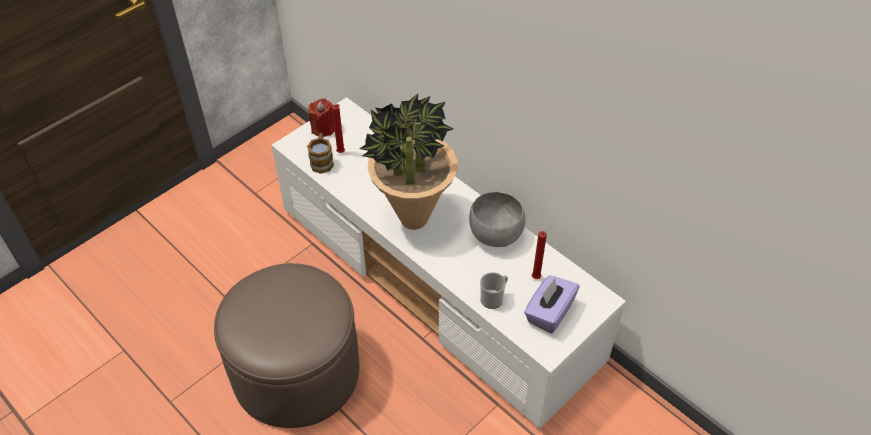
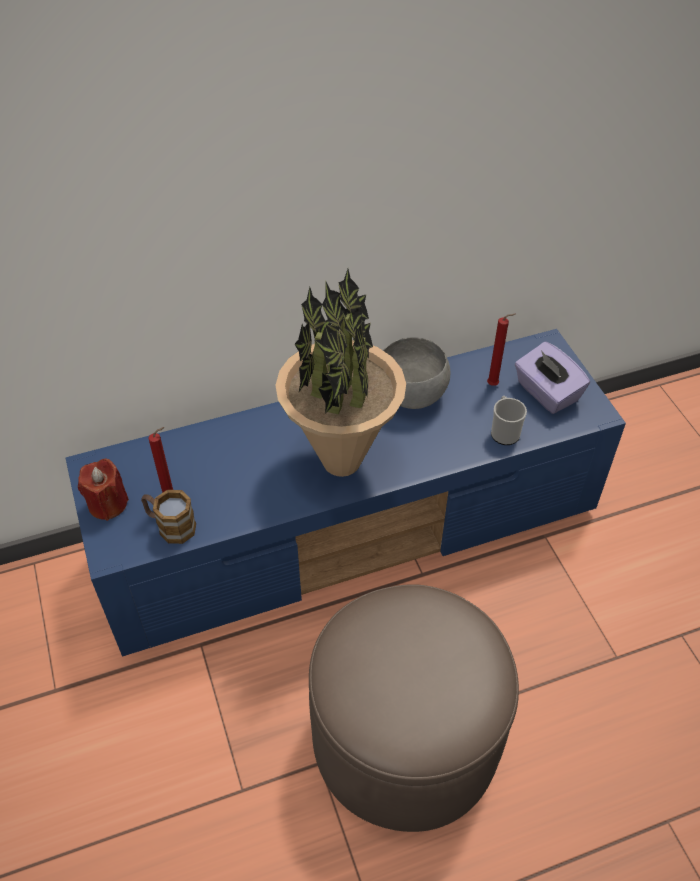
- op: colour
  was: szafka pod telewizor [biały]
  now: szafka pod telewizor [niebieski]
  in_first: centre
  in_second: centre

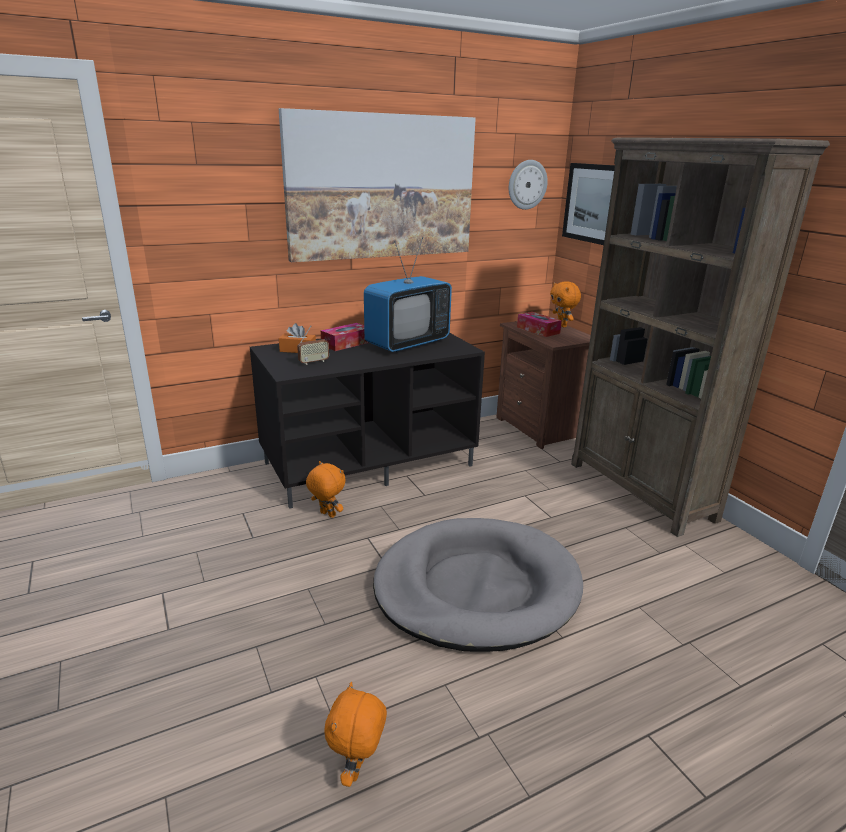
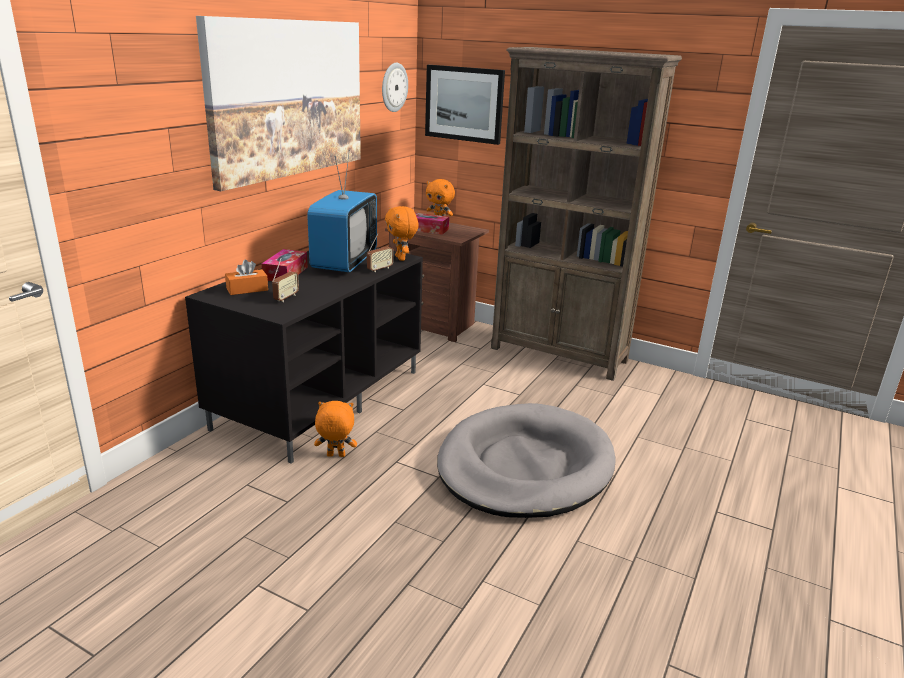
- op: relocated
  was: pluszak [pomarańczowy] (no. 2 from left)
  in_first: bottom centre
  in_second: centre
- op: appeared
  now: radio (no. 2 from left)
  in_second: centre

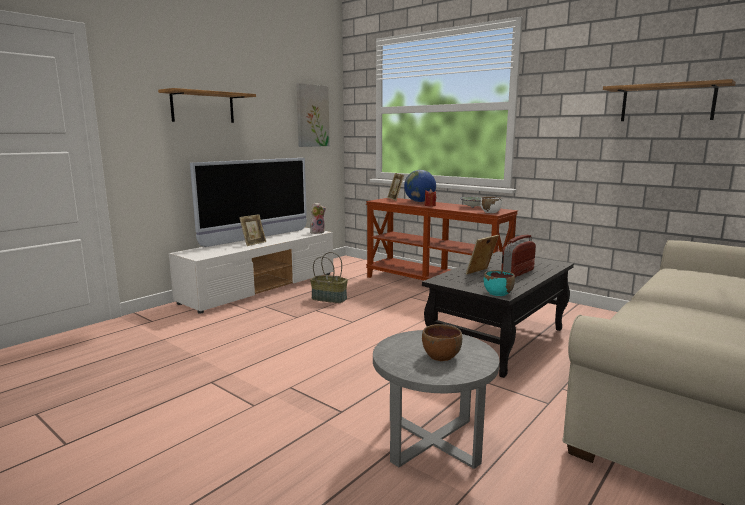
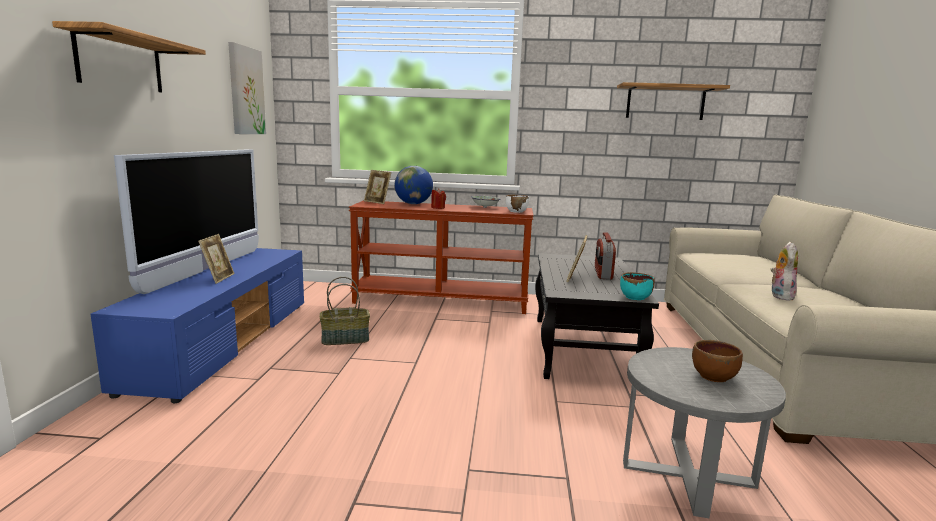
- op: relocated
  was: pluszak
  in_first: centre
  in_second: middle right
- op: colour
  was: szafka pod telewizor [biały]
  now: szafka pod telewizor [niebieski]
  in_first: centre
  in_second: middle left

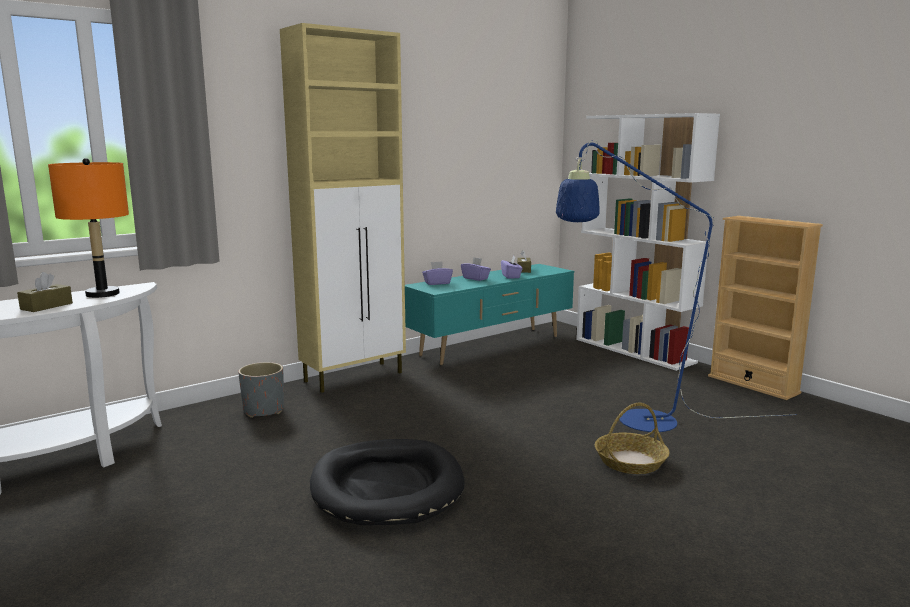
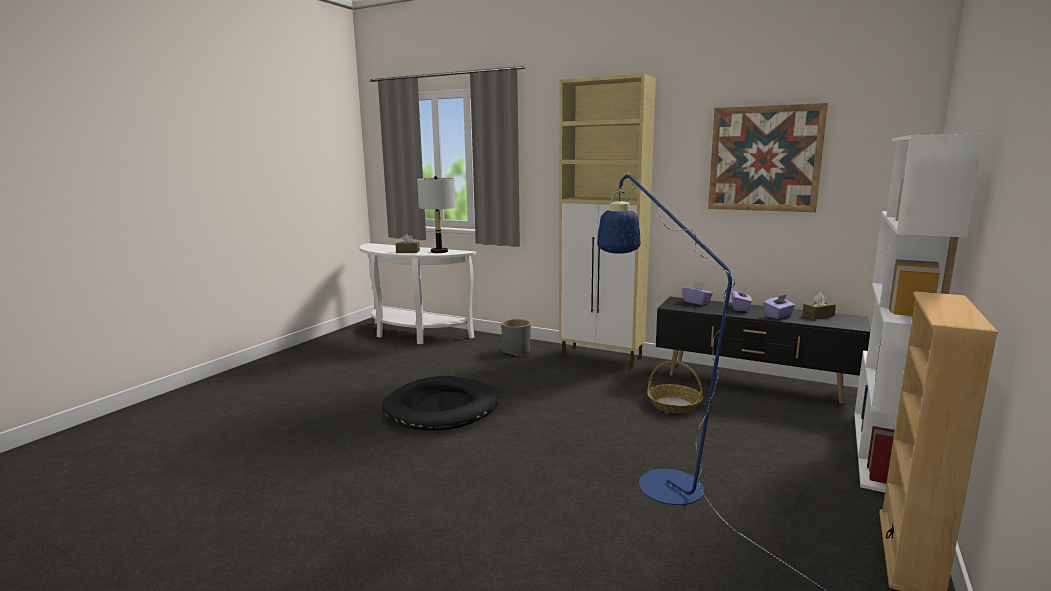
- op: colour
  was: lampa stołowa [pomarańczowy]
  now: lampa stołowa [szary]
  in_first: middle left
  in_second: centre
- op: colour
  was: szafka pod telewizor [turkusowy]
  now: szafka pod telewizor [czarny]
  in_first: centre
  in_second: middle right
- op: relocated
  was: koszyk
  in_first: bottom right
  in_second: centre
- op: appeared
  now: obraz
  in_second: top right

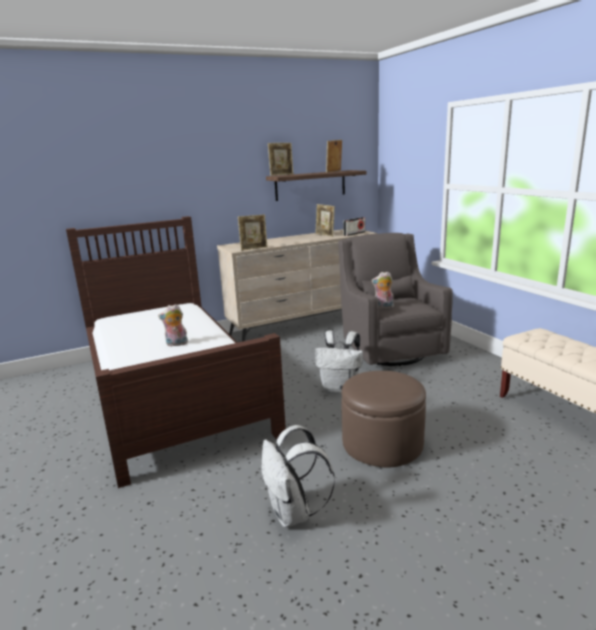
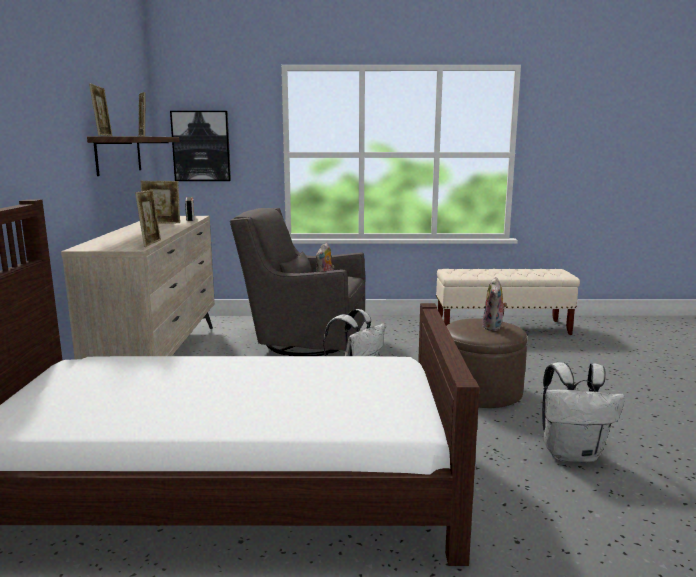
- op: relocated
  was: pluszak (no. 1 from left in the first image)
  now: pluszak (no. 2 from left)
  in_first: middle left
  in_second: middle right
- op: appeared
  now: obraz
  in_second: top left

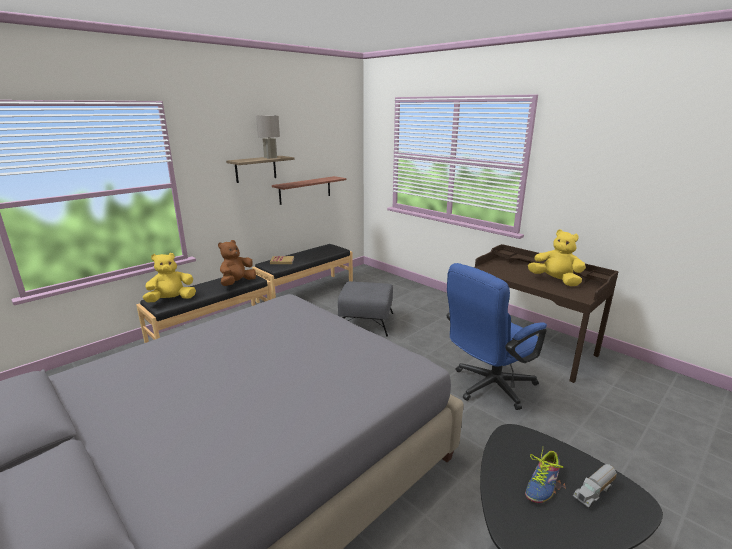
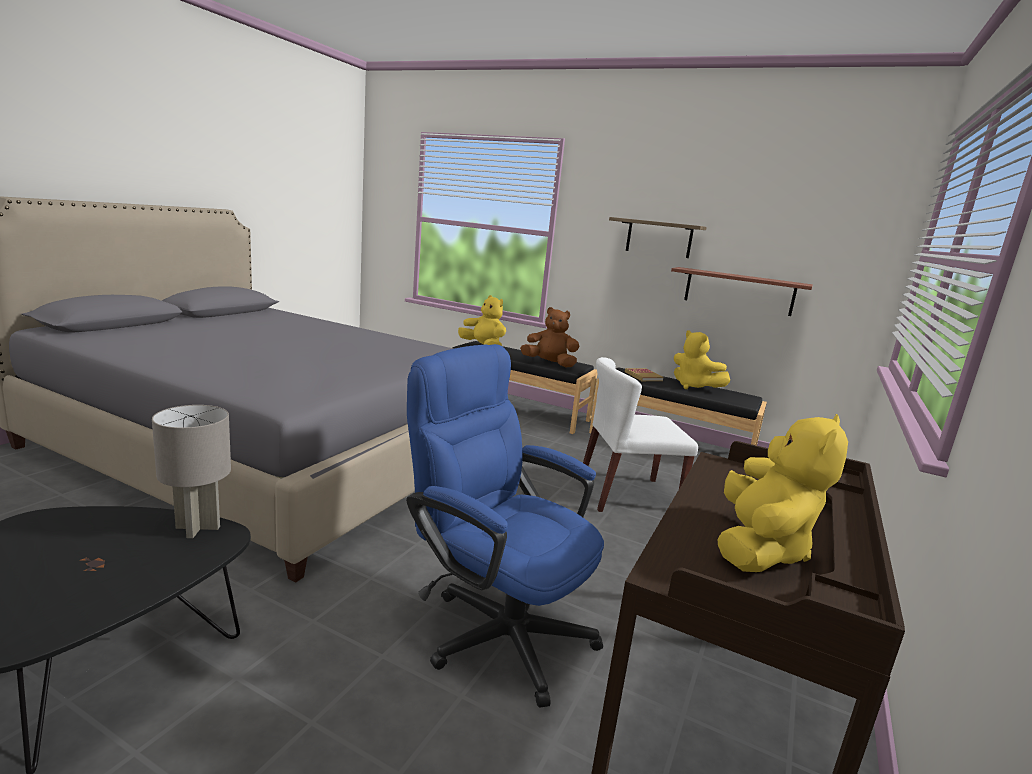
- op: relocated
  was: lampa stołowa [szary]
  in_first: top centre
  in_second: middle left
- op: exchanged
  was: pufa [szary]
  now: krzesło [biały]
  in_first: centre
  in_second: centre
- op: missing
  was: but
  in_first: bottom right
- op: missing
  was: ciężarówka zabawkowa
  in_first: bottom right
- op: appeared
  now: pluszak [żółty] (no. 2 from left)
  in_second: middle right

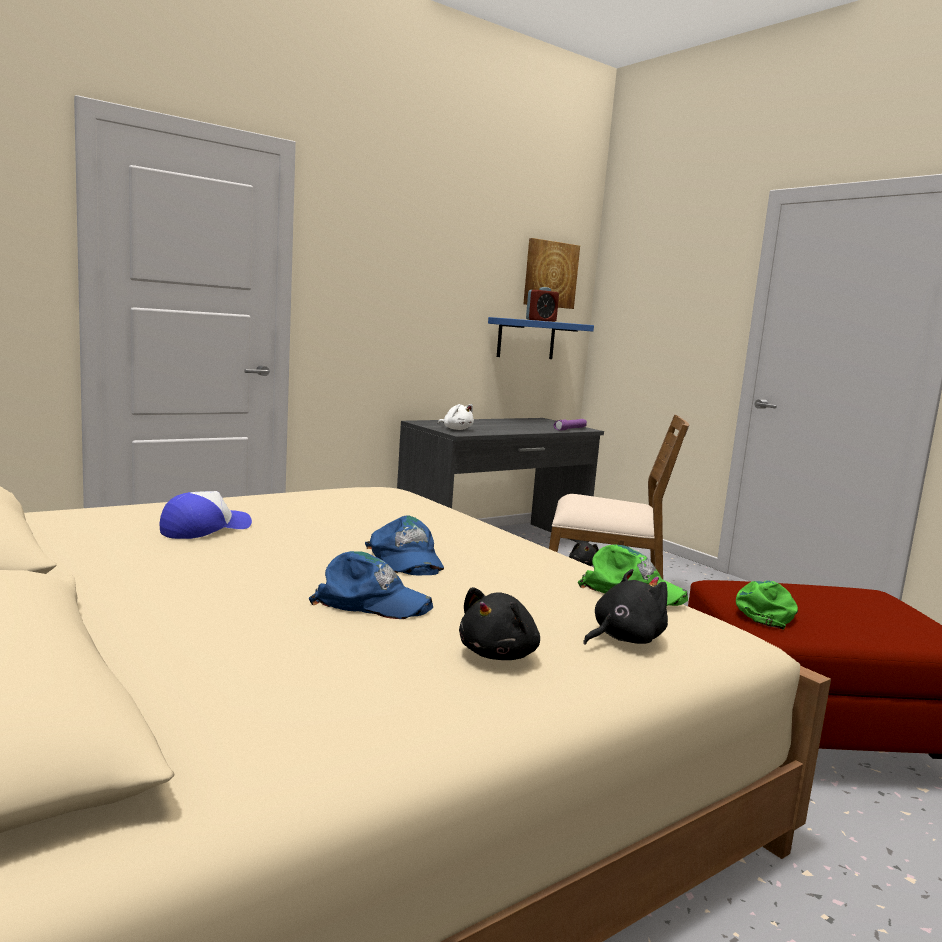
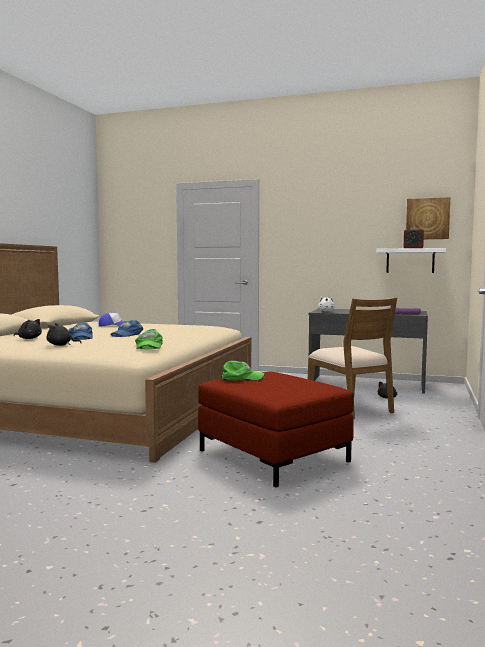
- op: colour
  was: półka [niebieski]
  now: półka [biały]
  in_first: centre
  in_second: middle right
- op: relocated
  was: pluszak [czarny] (no. 3 from left in the first image)
  now: pluszak [czarny] (no. 1 from left)
  in_first: centre
  in_second: middle left

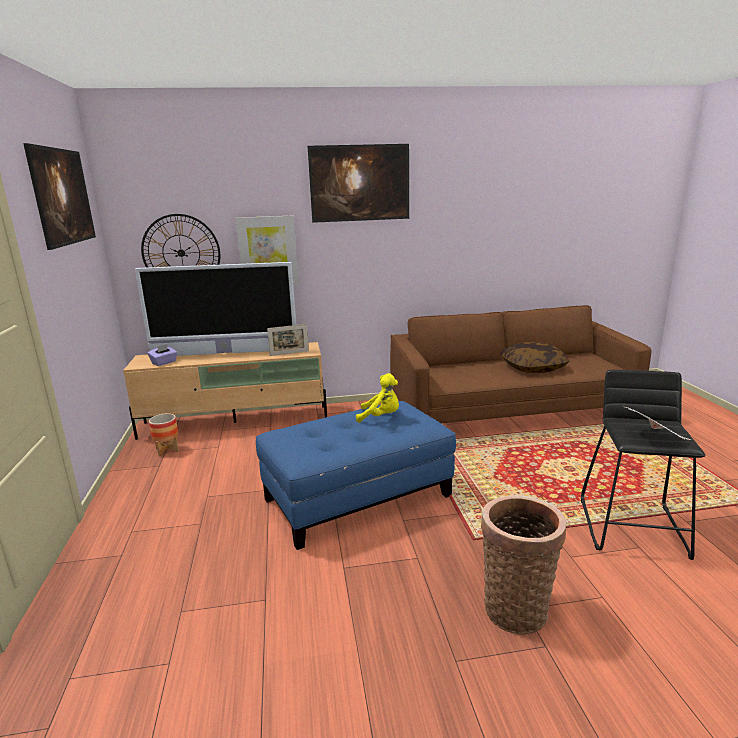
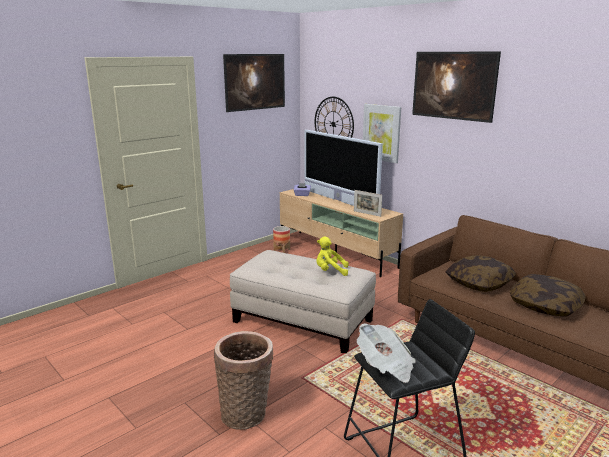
- op: spun
  was: pluszak [żółty]
  in_first: centre
  in_second: centre
  clockwise: 120
- op: colour
  was: pufa [niebieski]
  now: pufa [beżowy]
  in_first: centre
  in_second: centre
- op: appeared
  now: poduszka (no. 1 from left)
  in_second: middle right

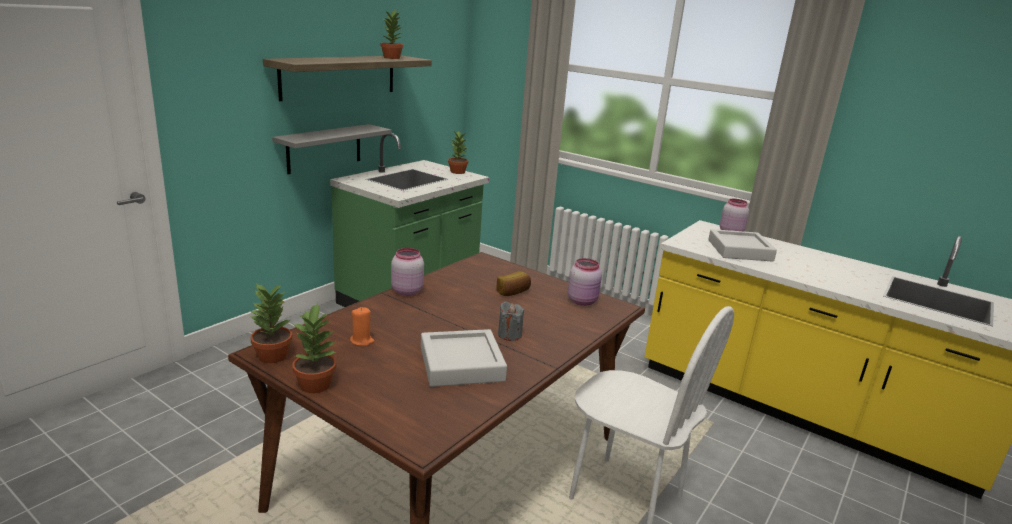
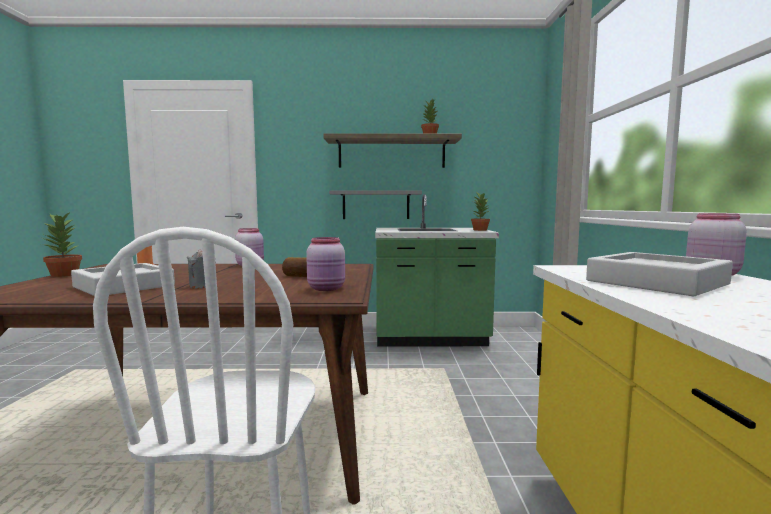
- op: missing
  was: roślina doniczkowa (no. 1 from left)
  in_first: middle left

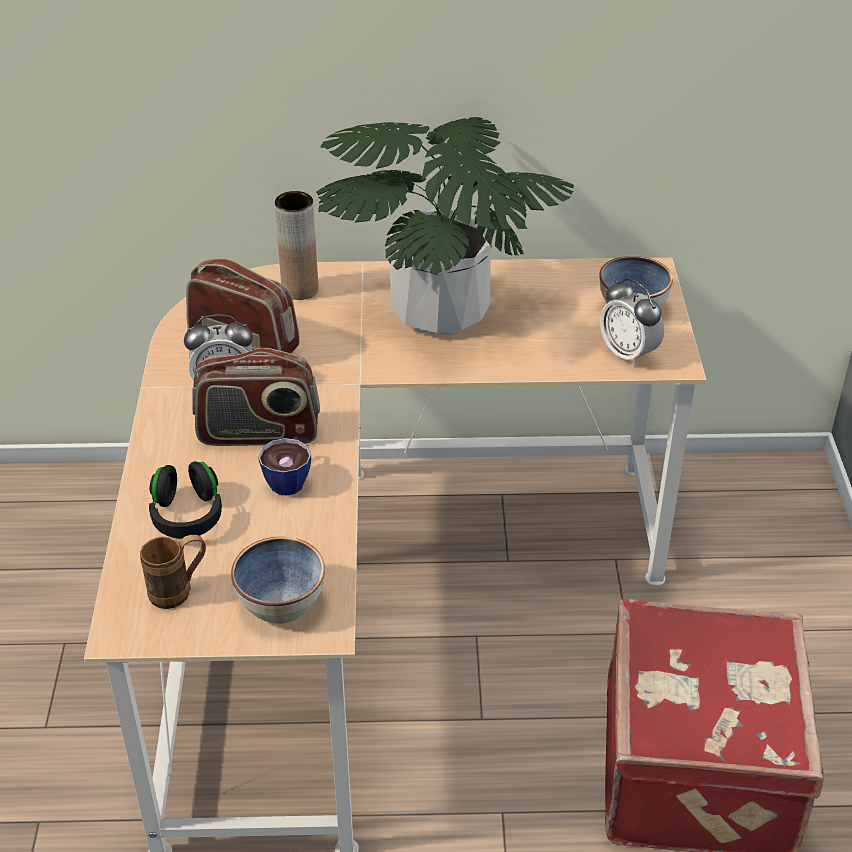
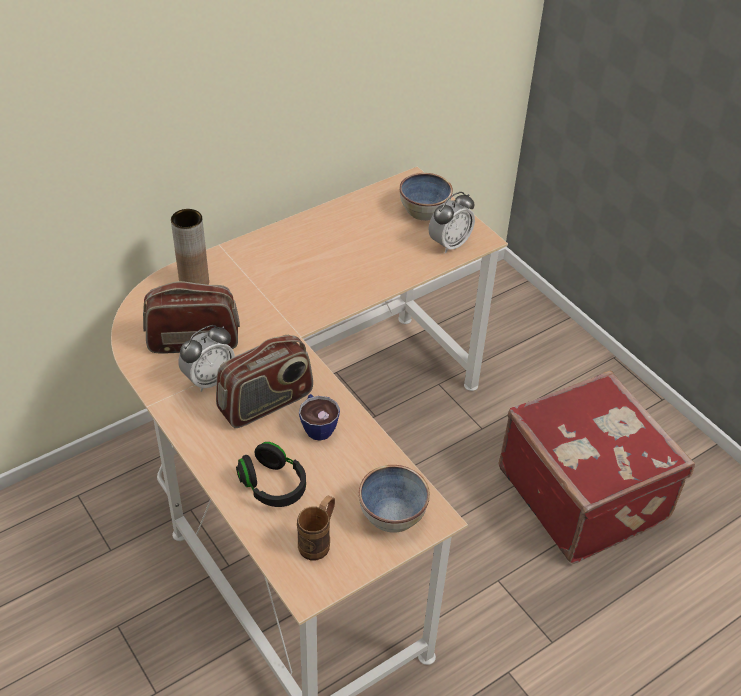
- op: missing
  was: roślina doniczkowa
  in_first: top centre
- op: spun
  was: budzik (no. 2 from left)
  in_first: middle right
  in_second: top centre
  clockwise: -60

